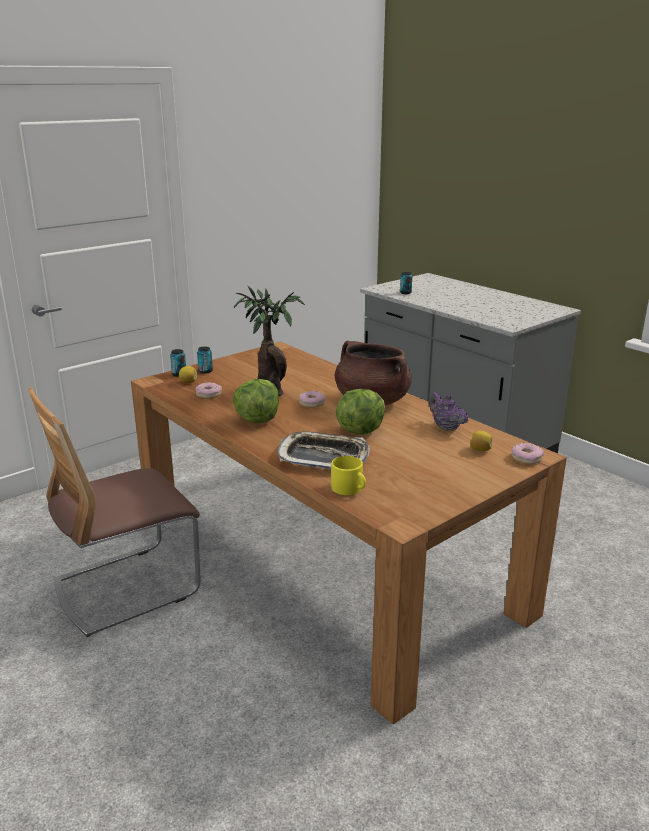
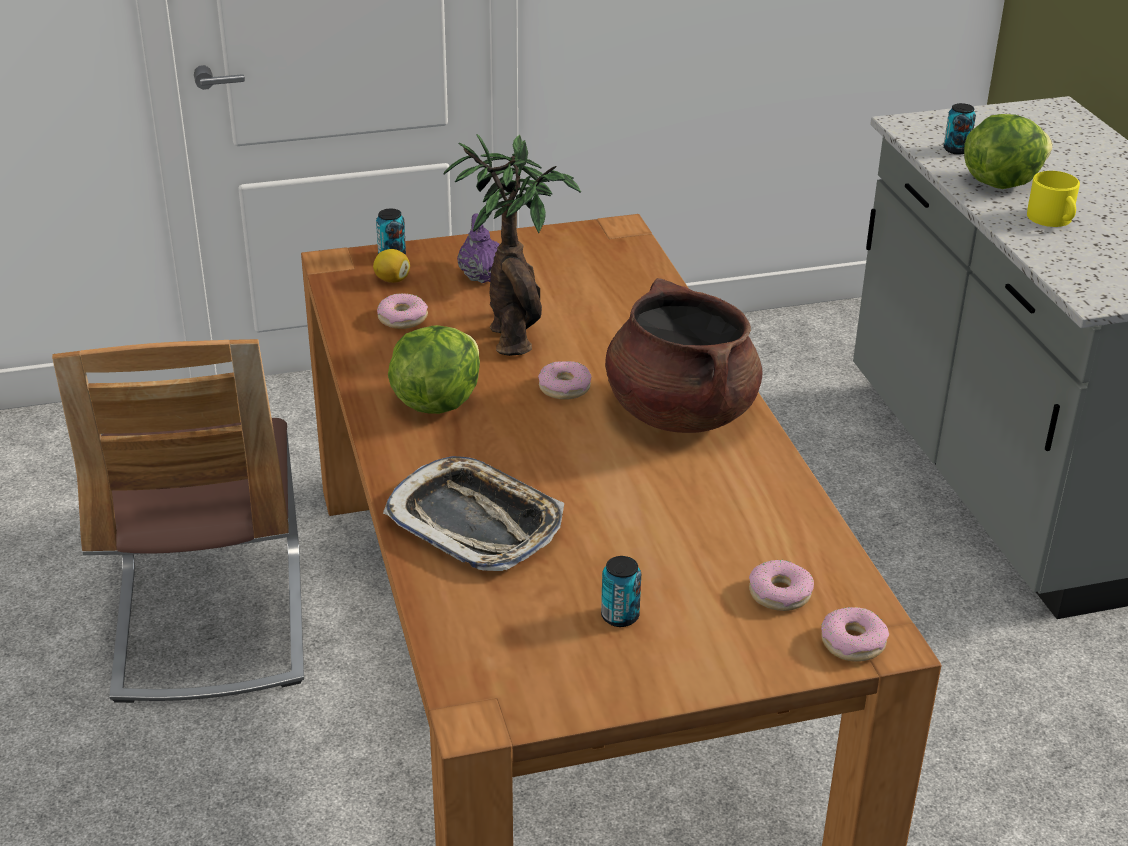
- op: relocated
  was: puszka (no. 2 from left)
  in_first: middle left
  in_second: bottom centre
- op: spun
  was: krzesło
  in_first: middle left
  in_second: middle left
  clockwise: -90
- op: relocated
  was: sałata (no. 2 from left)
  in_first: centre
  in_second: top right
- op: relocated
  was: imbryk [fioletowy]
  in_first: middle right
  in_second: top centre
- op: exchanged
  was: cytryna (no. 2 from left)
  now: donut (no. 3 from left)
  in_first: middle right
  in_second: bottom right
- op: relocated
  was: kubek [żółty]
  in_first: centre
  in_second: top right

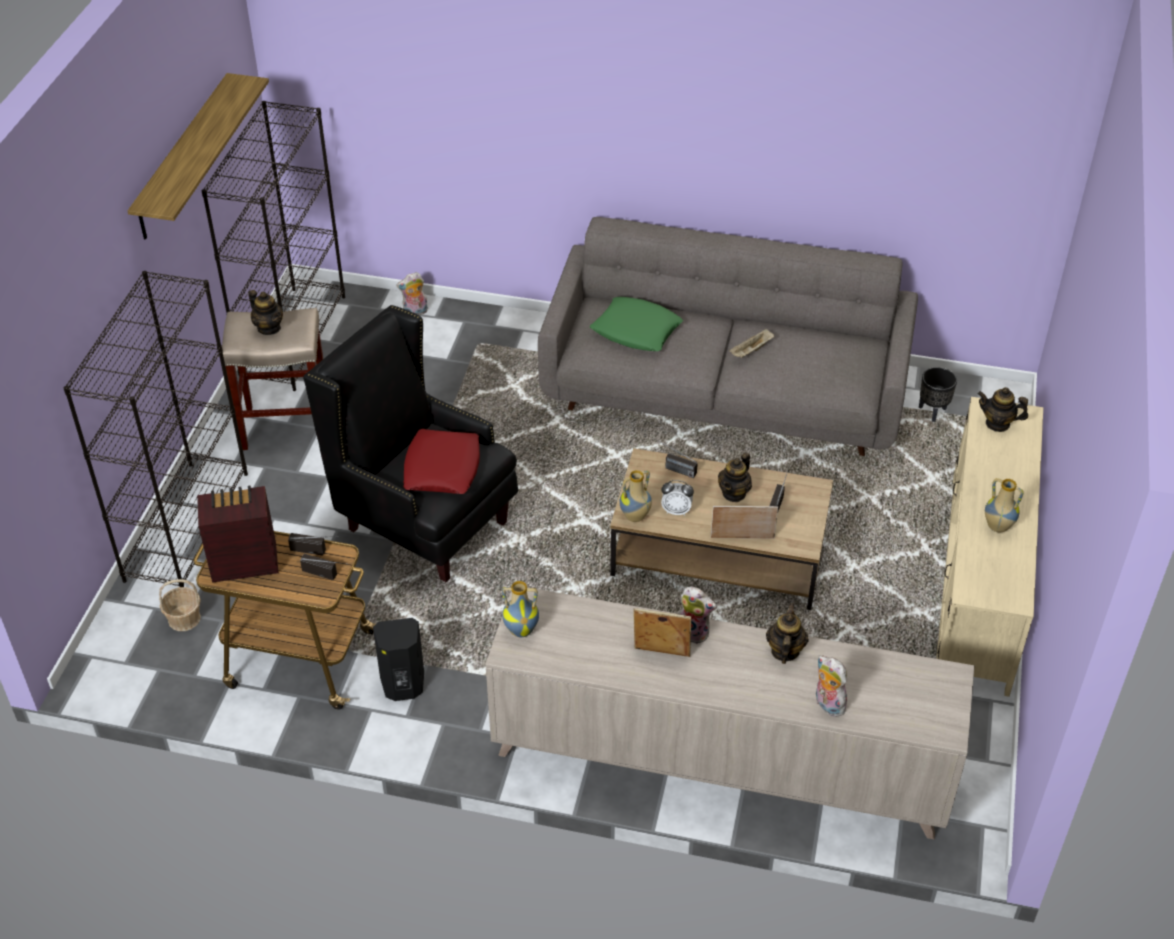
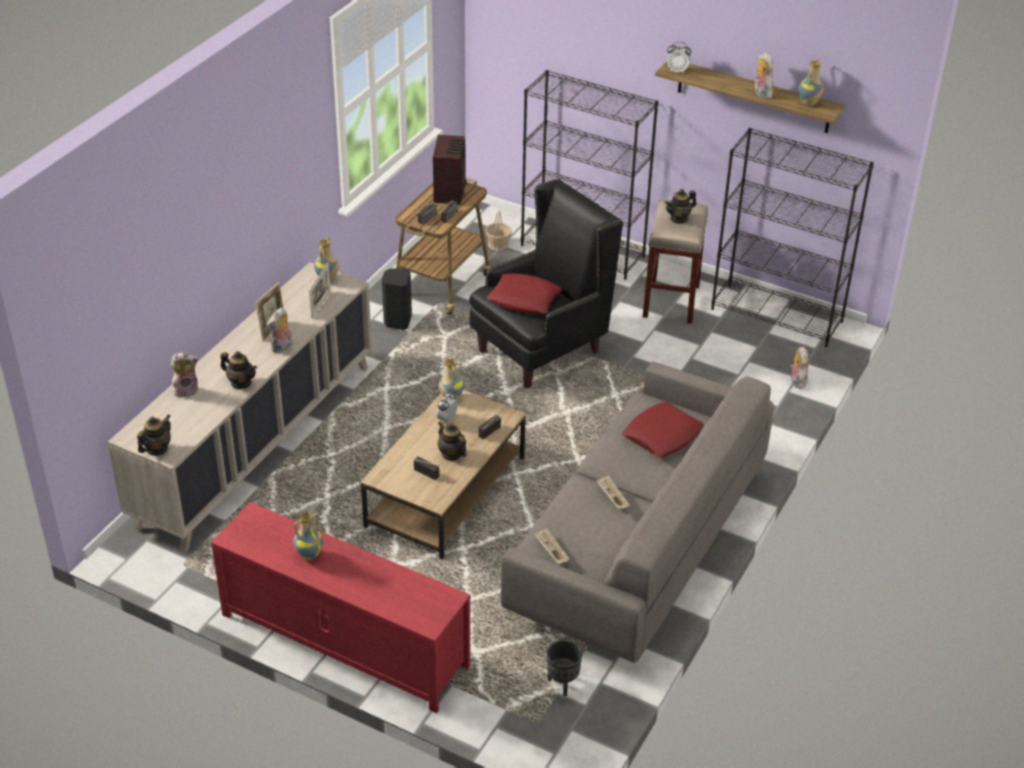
- op: colour
  was: poduszka [zielony]
  now: poduszka [czerwony] (no. 2 from left)
  in_first: centre
  in_second: centre
- op: relocated
  was: imbryk (no. 4 from left in the first image)
  now: imbryk (no. 1 from left)
  in_first: middle right
  in_second: middle left
- op: colour
  was: szafka pod telewizor [beżowy]
  now: szafka pod telewizor [czerwony]
  in_first: middle right
  in_second: bottom left
- op: relocated
  was: ramka na zdjęcie (no. 2 from left)
  in_first: centre
  in_second: middle left
- op: appeared
  now: budzik (no. 2 from left)
  in_second: top centre
- op: appeared
  now: pluszak (no. 3 from left)
  in_second: top right
- op: appeared
  now: wazon (no. 4 from left)
  in_second: top right
- op: appeared
  now: taca [beżowy] (no. 1 from left)
  in_second: bottom centre

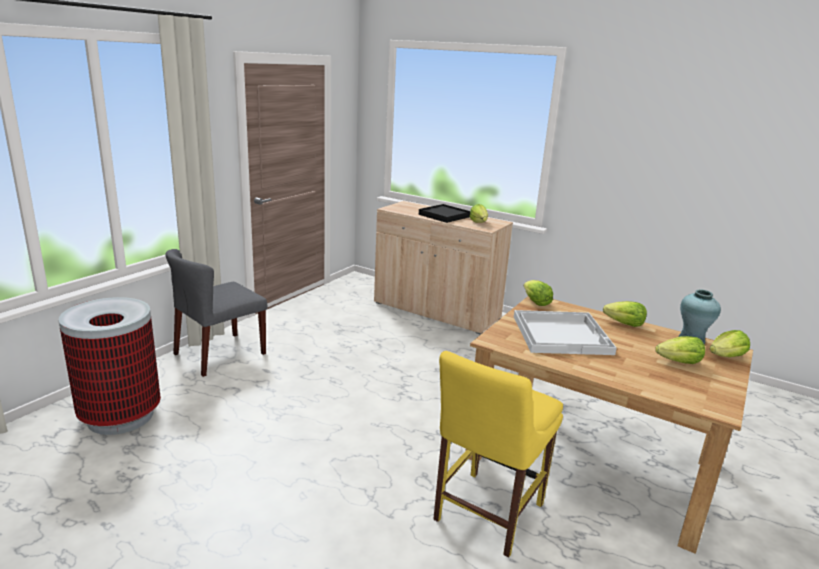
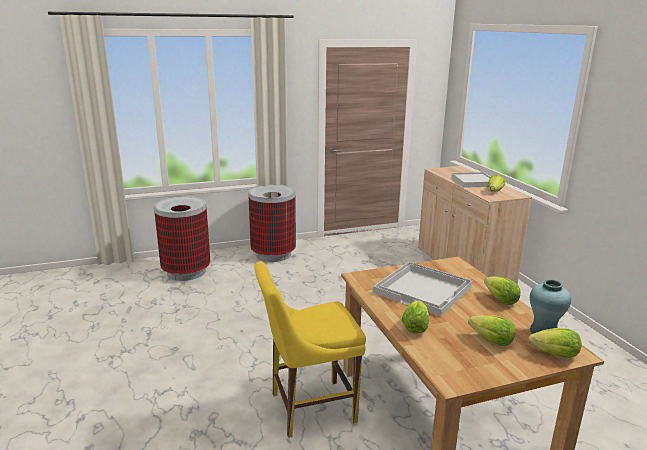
- op: colour
  was: taca [czarny]
  now: taca [biały] (no. 2 from left)
  in_first: centre
  in_second: middle right
- op: exchanged
  was: krzesło [szary]
  now: kosz na śmieci (no. 2 from left)
  in_first: middle left
  in_second: centre
- op: relocated
  was: sałata (no. 2 from left in the first image)
  now: sałata (no. 1 from left)
  in_first: centre
  in_second: bottom centre

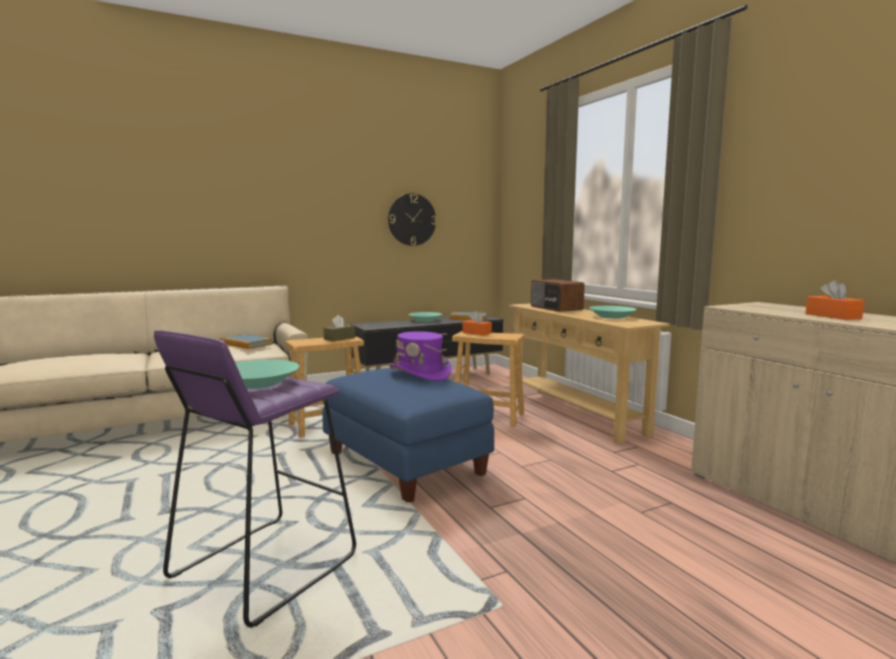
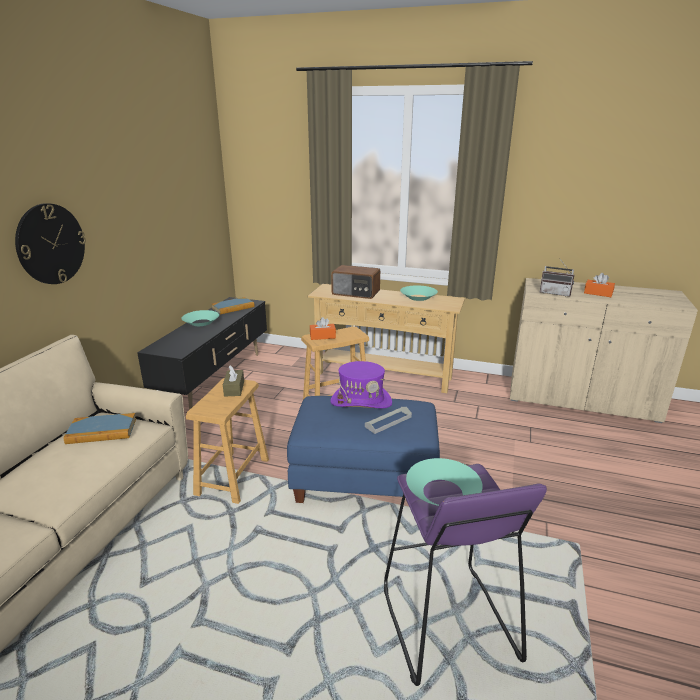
- op: relocated
  was: zegar ścienny
  in_first: top centre
  in_second: middle left
- op: appeared
  now: radio (no. 2 from left)
  in_second: middle right
- op: appeared
  now: taca [szary]
  in_second: centre

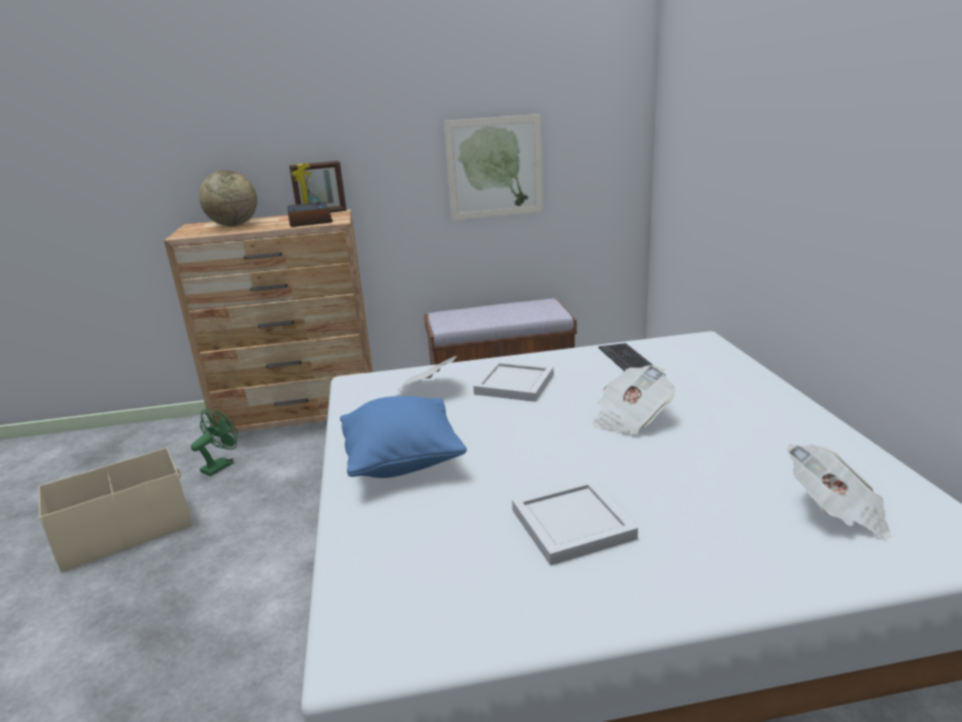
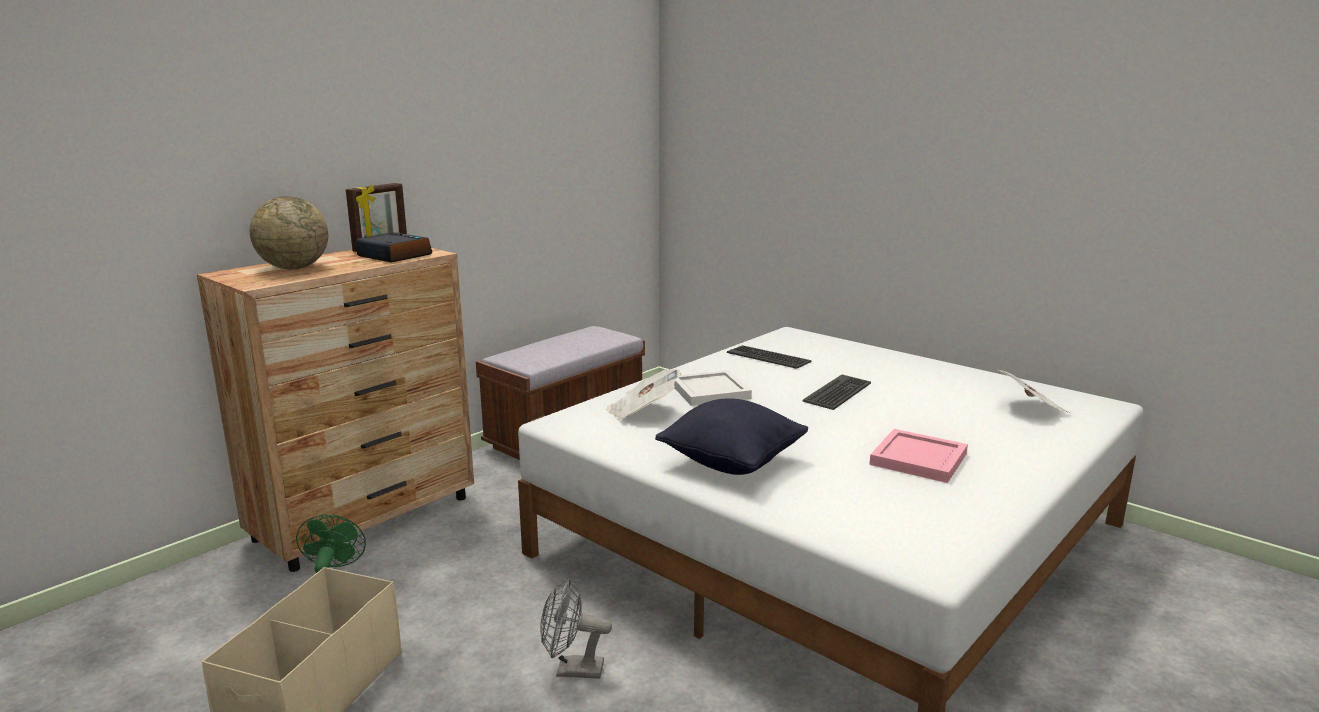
- op: missing
  was: obraz
  in_first: top centre
- op: exchanged
  was: gazeta (no. 2 from left)
  now: klawiatura (no. 2 from left)
  in_first: centre
  in_second: centre
- op: colour
  was: poduszka [niebieski]
  now: poduszka [czarny]
  in_first: centre
  in_second: centre
- op: colour
  was: taca [biały] (no. 2 from left)
  now: taca [różowy]
  in_first: bottom centre
  in_second: middle right
- op: appeared
  now: wentylator [szary]
  in_second: bottom centre

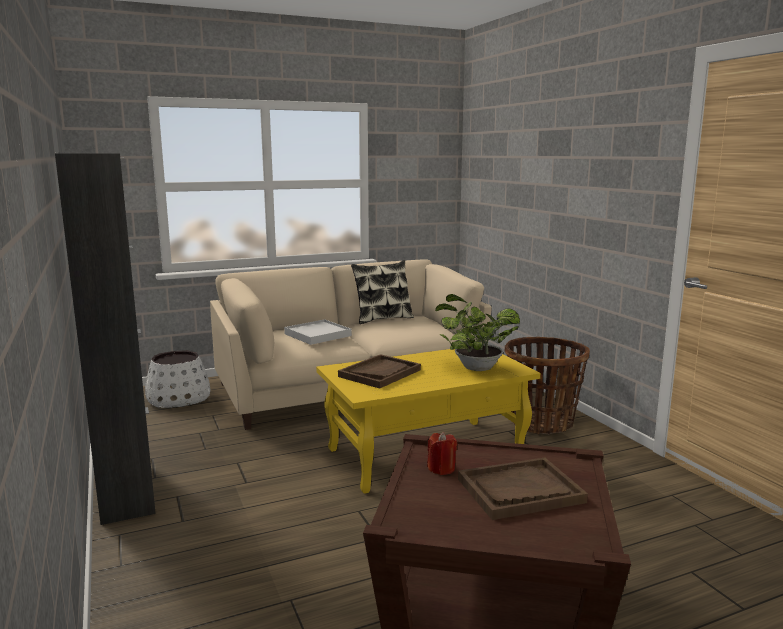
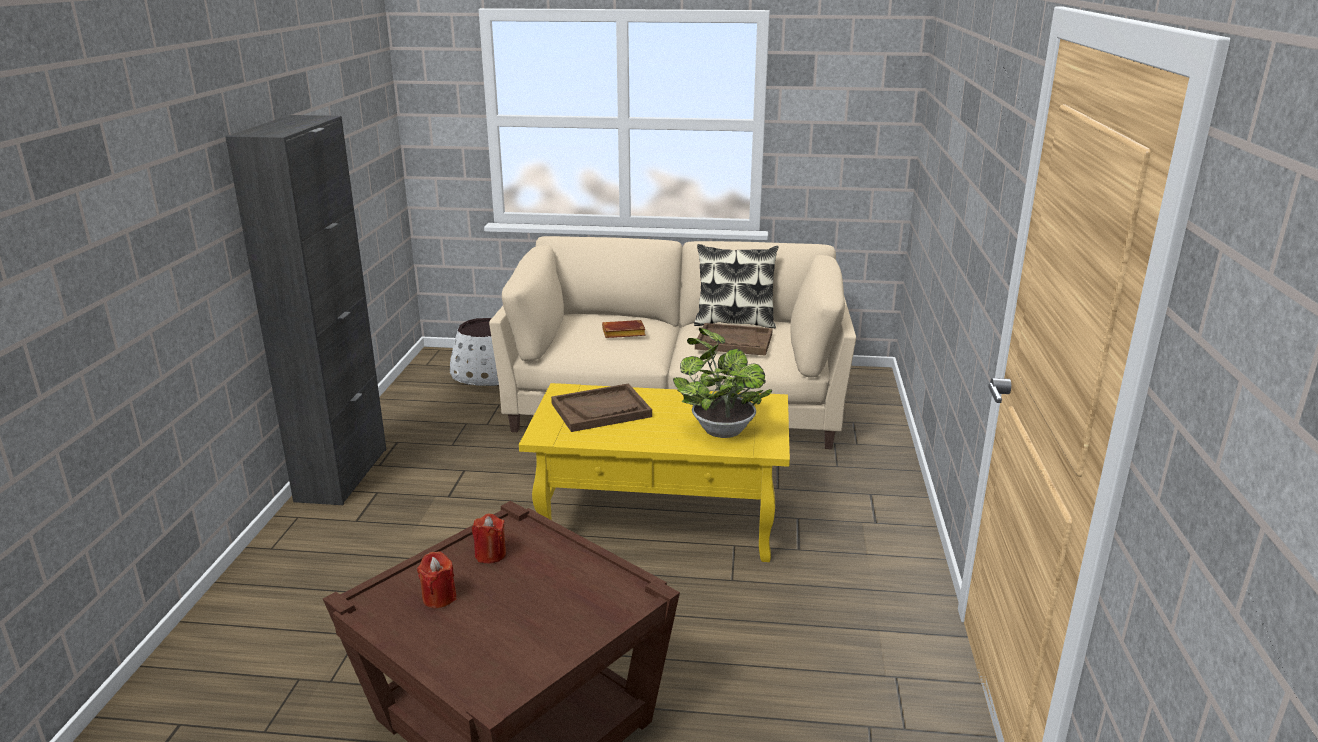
- op: exchanged
  was: taca [biały]
  now: książka [brązowy]
  in_first: centre
  in_second: centre
- op: missing
  was: koszyk
  in_first: middle right
- op: relocated
  was: taca [brązowy] (no. 2 from left)
  in_first: bottom right
  in_second: centre
- op: appeared
  now: świeca [czerwony] (no. 1 from left)
  in_second: bottom left

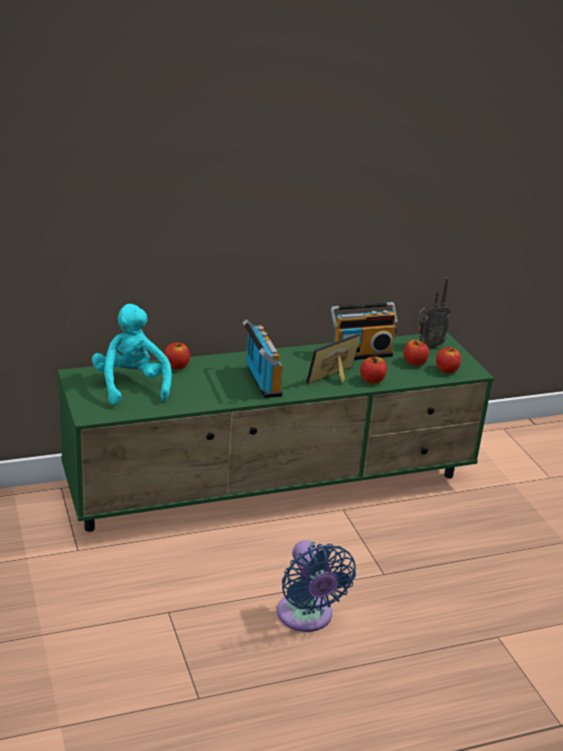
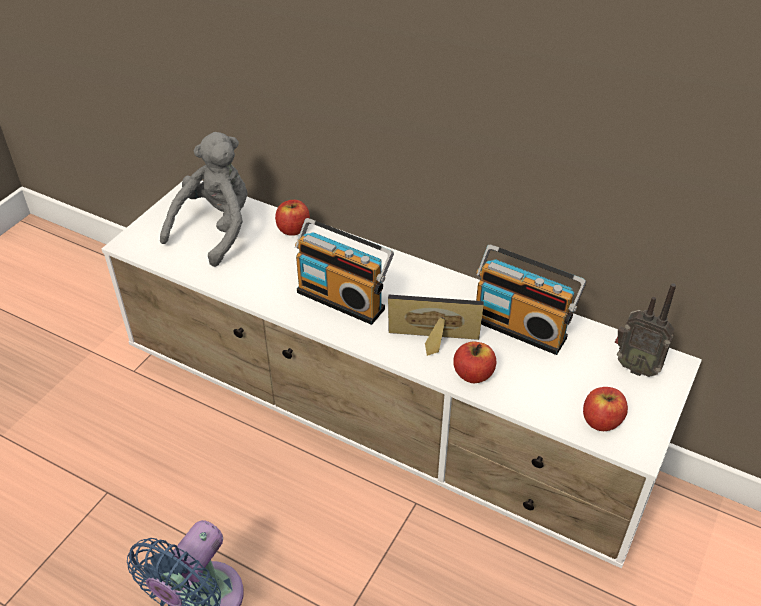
- op: colour
  was: pluszak [turkusowy]
  now: pluszak [szary]
  in_first: middle left
  in_second: top left
- op: spun
  was: radio (no. 1 from left)
  in_first: centre
  in_second: centre
  clockwise: 90
- op: colour
  was: szafka pod telewizor [zielony]
  now: szafka pod telewizor [biały]
  in_first: centre
  in_second: centre
- op: missing
  was: jabłko (no. 3 from left)
  in_first: middle right

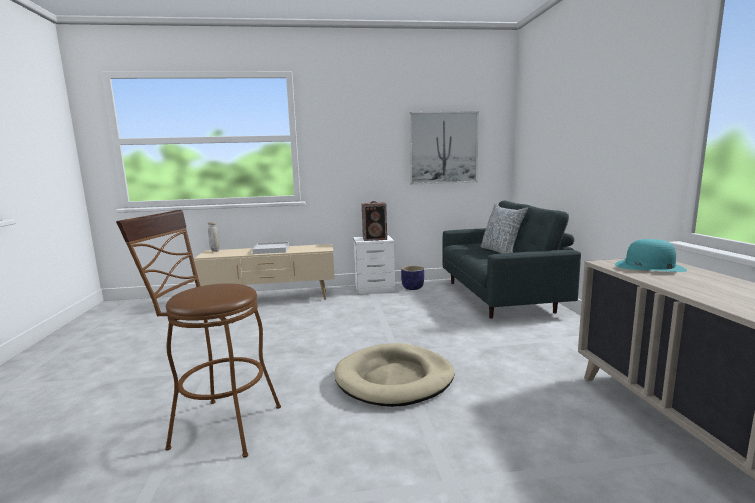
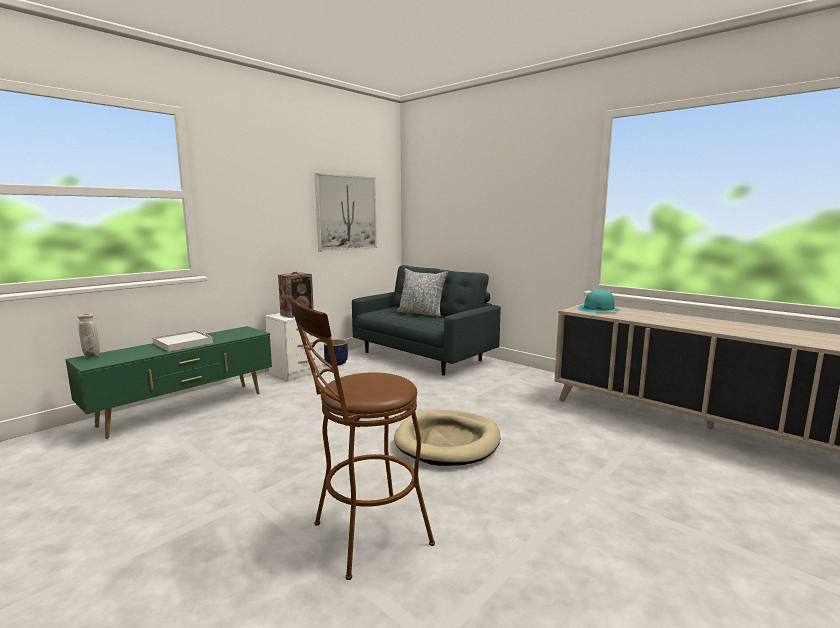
- op: colour
  was: szafka pod telewizor [beżowy]
  now: szafka pod telewizor [zielony]
  in_first: centre
  in_second: middle left

